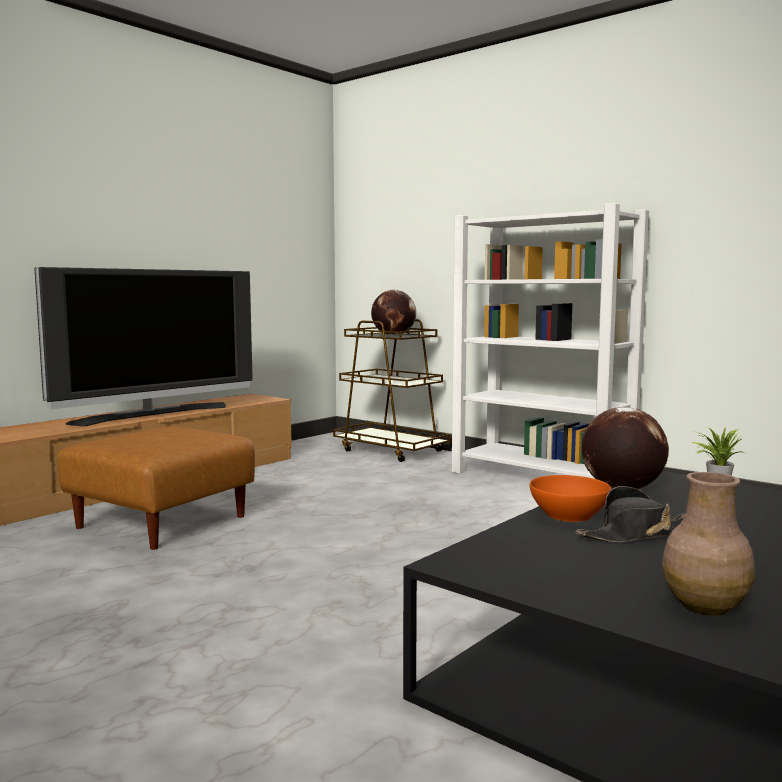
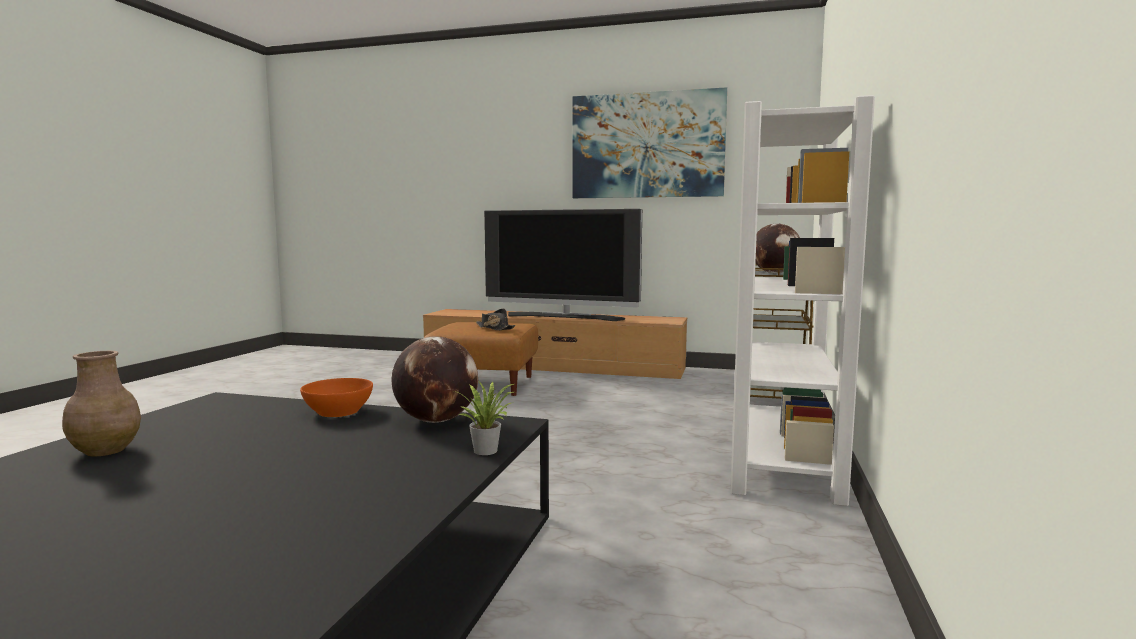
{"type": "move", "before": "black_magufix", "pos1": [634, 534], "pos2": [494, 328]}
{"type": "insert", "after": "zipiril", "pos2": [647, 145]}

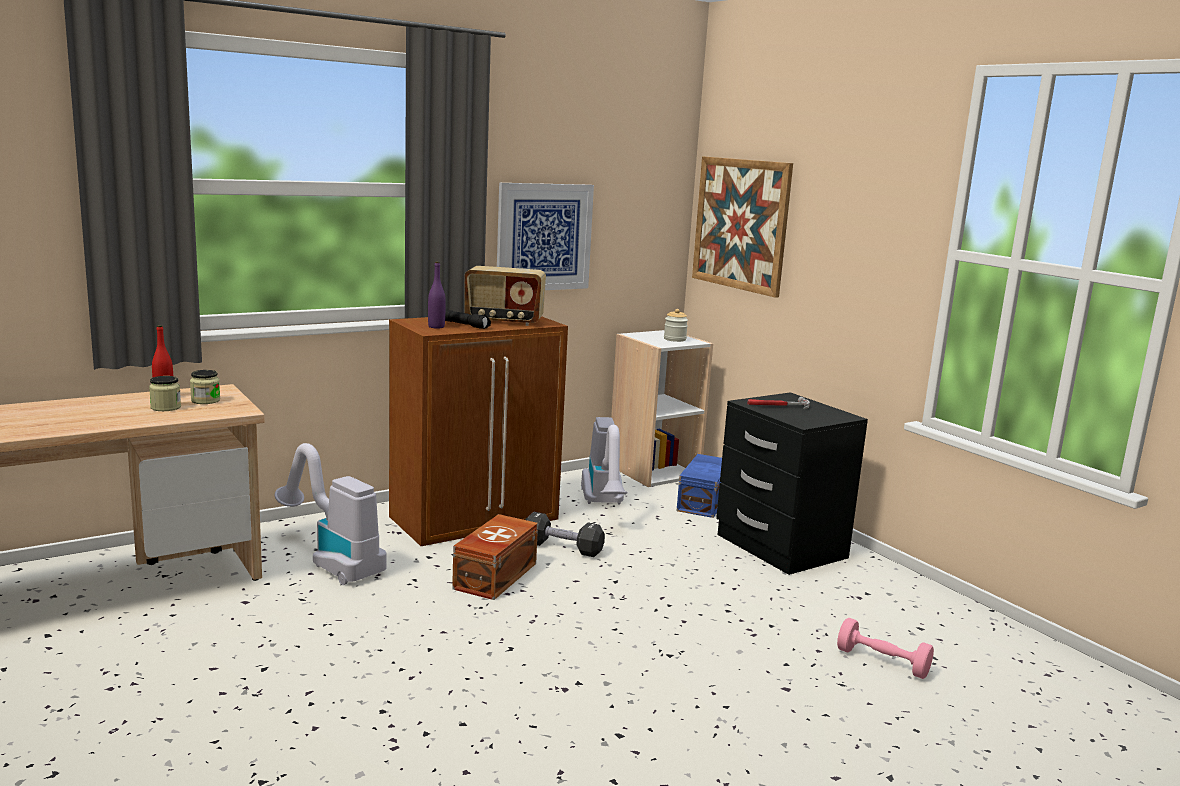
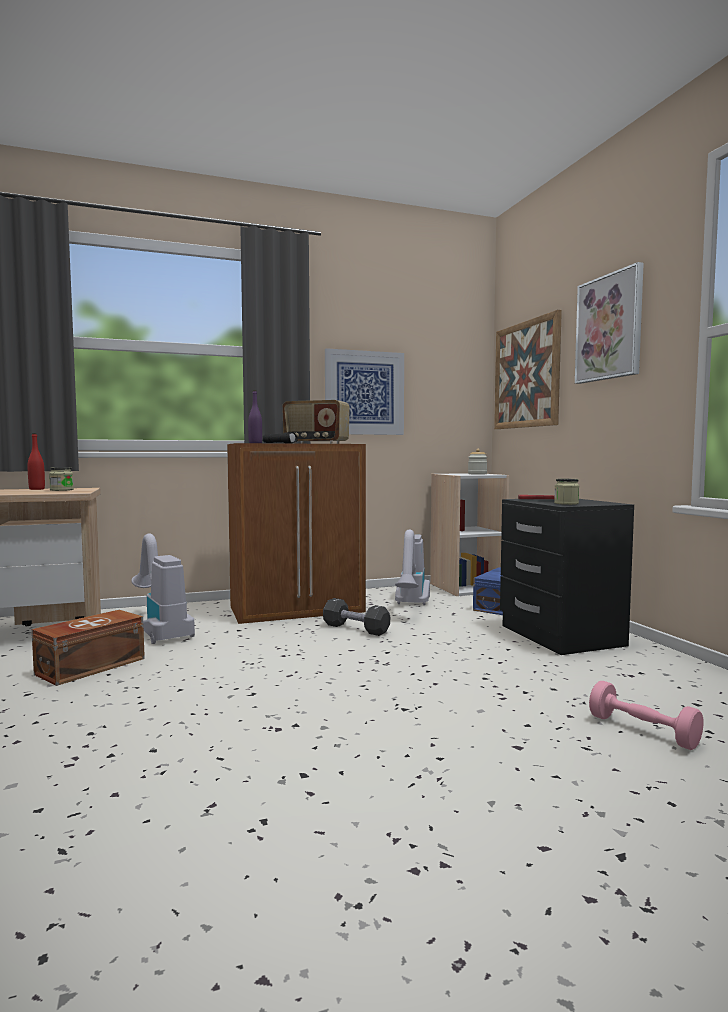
{"type": "move", "before": "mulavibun", "pos1": [165, 407], "pos2": [566, 503]}
{"type": "move", "before": "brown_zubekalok", "pos1": [493, 576], "pos2": [89, 666]}
{"type": "insert", "after": "zipiril", "pos2": [609, 327]}

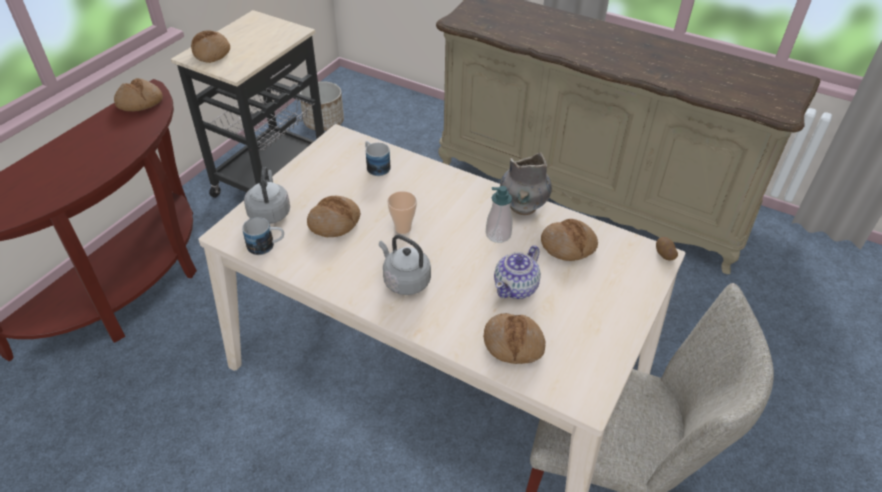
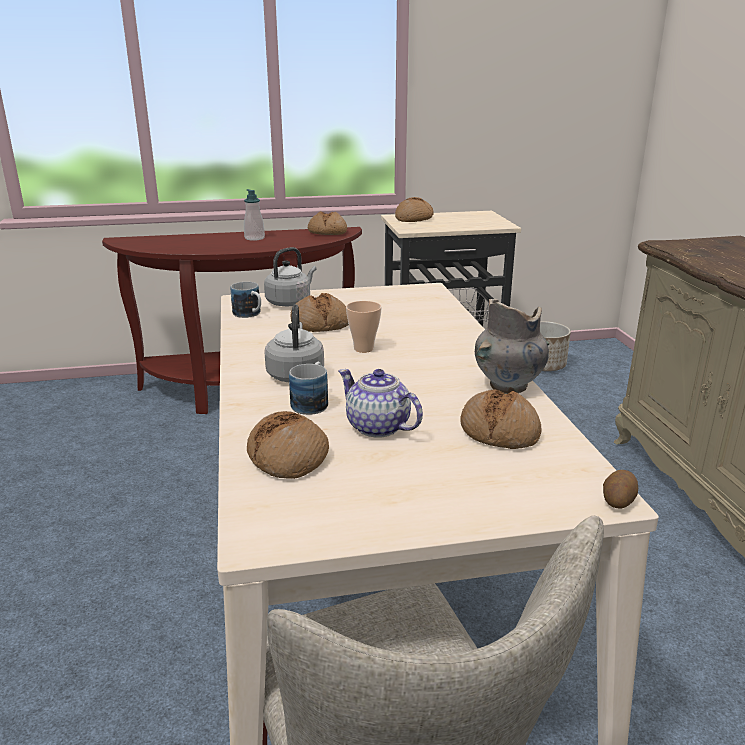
{"type": "move", "before": "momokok", "pos1": [375, 166], "pos2": [312, 402]}
{"type": "move", "before": "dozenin", "pos1": [498, 235], "pos2": [254, 238]}
{"type": "rotate", "before": "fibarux", "pos1": [516, 287], "pos2": [378, 427], "turn": 45}

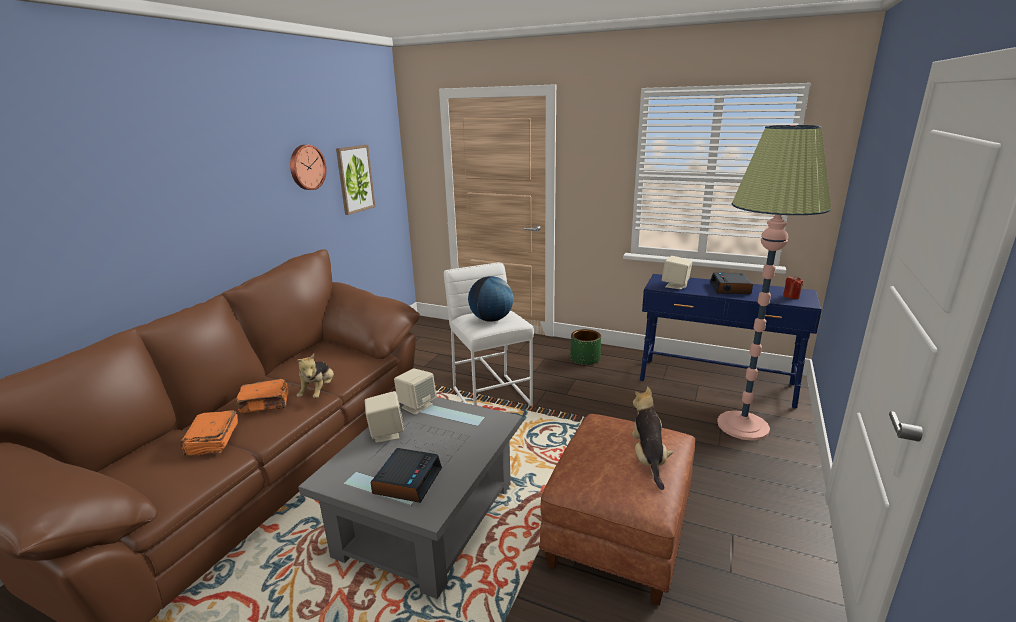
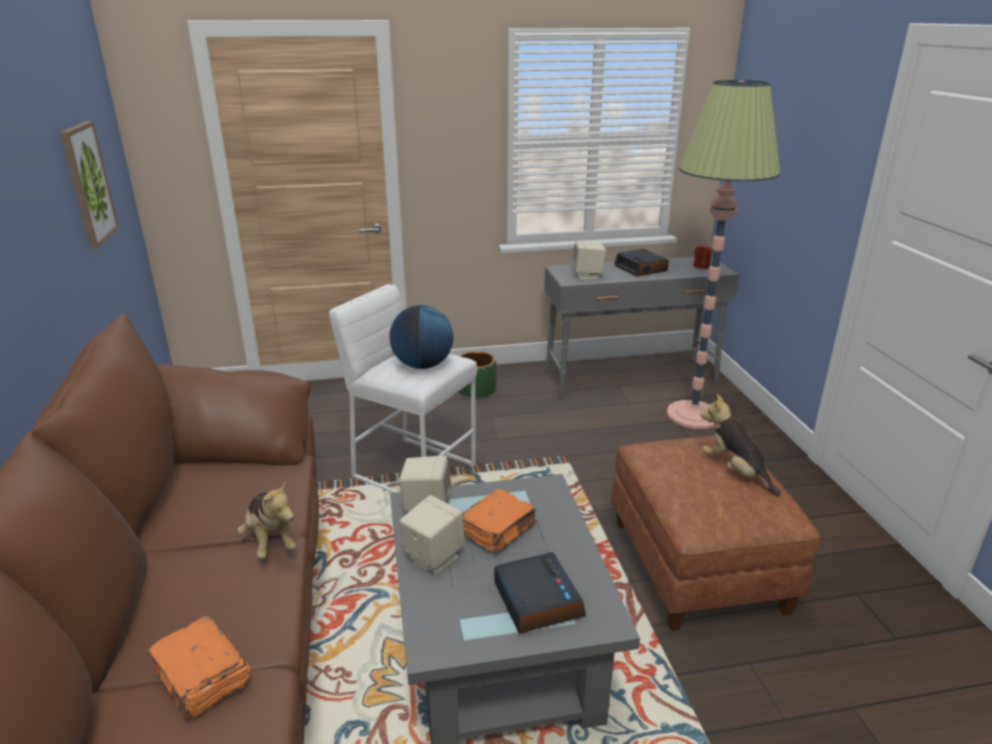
{"type": "move", "before": "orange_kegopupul", "pos1": [265, 404], "pos2": [498, 530]}
{"type": "delete", "before": "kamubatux", "pos1": [306, 167]}
{"type": "recolor", "before": "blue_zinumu", "after": "grey_zinumu", "pos1": [715, 383], "pos2": [631, 378]}

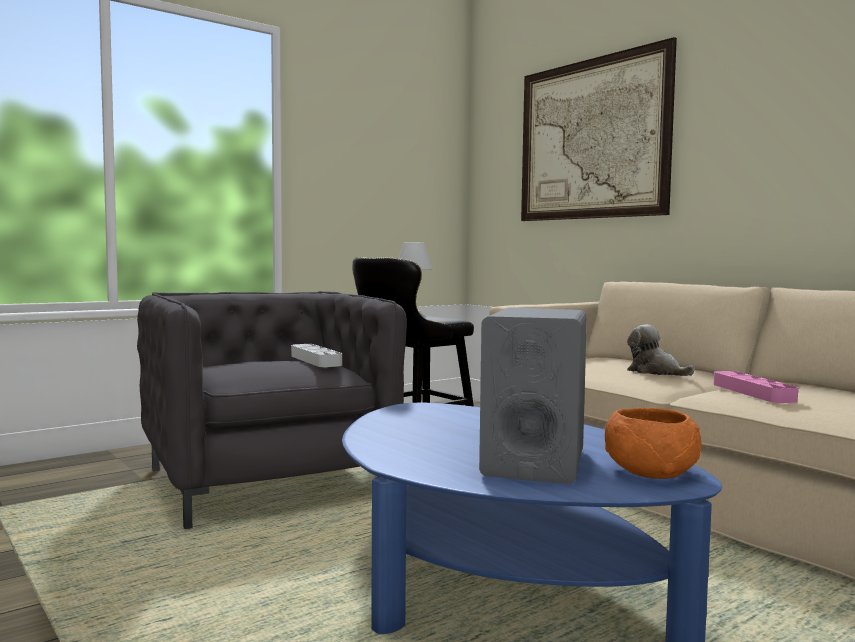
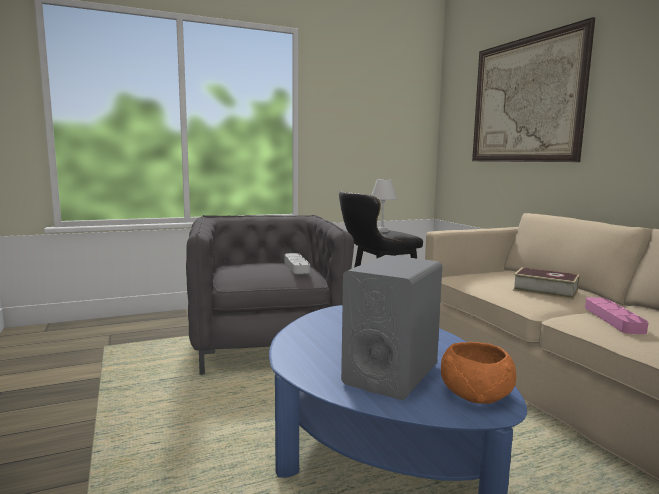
{"type": "replace", "before": "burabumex", "after": "kegopupul", "pos1": [655, 372], "pos2": [545, 290]}

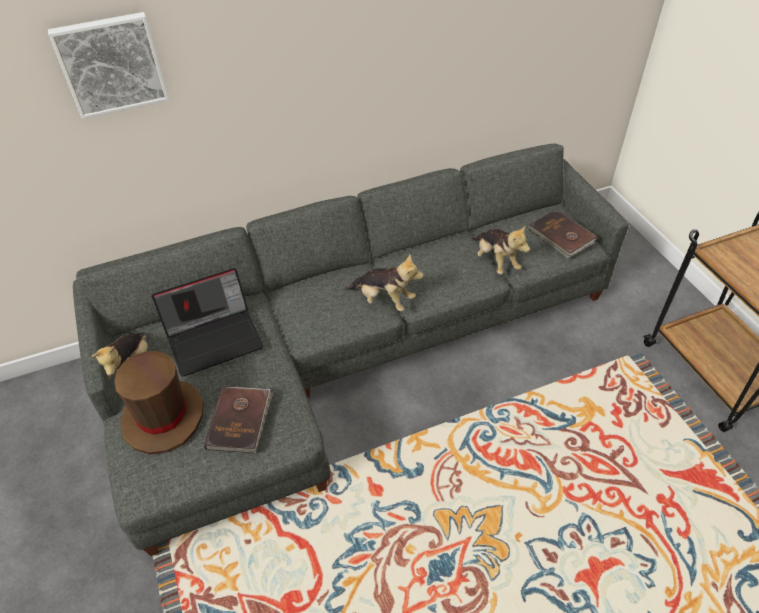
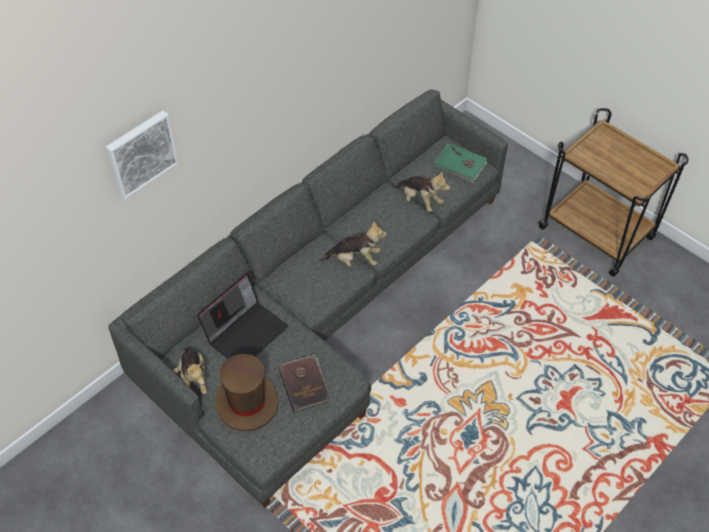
{"type": "recolor", "before": "brown_kegopupul", "after": "green_kegopupul", "pos1": [561, 236], "pos2": [460, 165]}

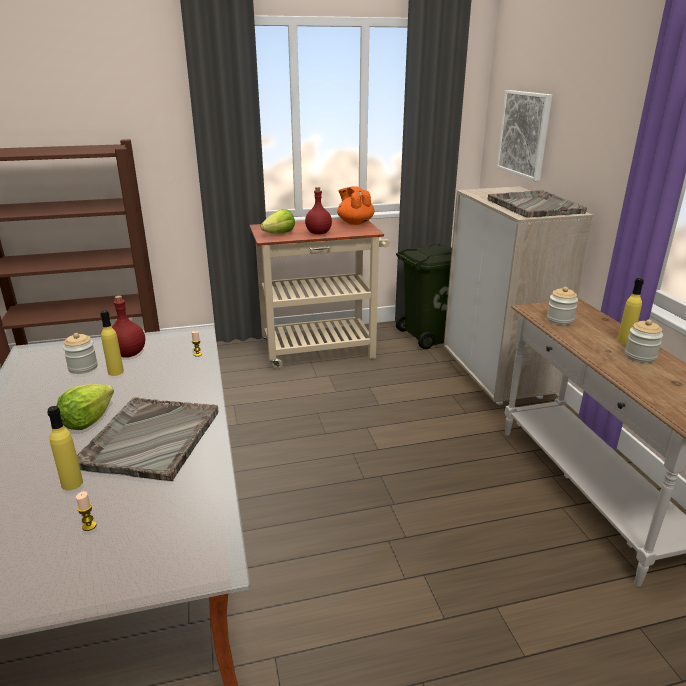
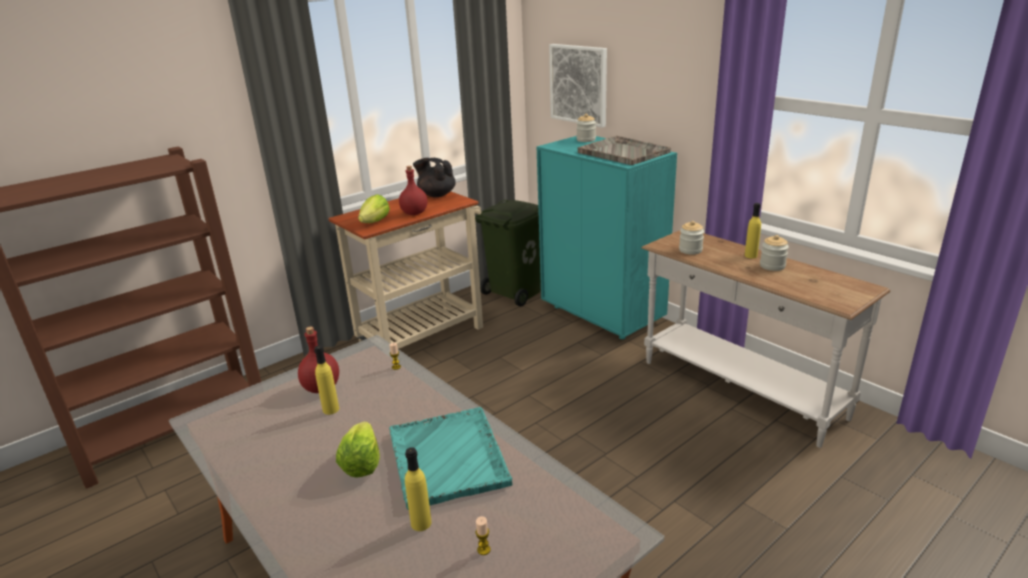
{"type": "move", "before": "mulavibun", "pos1": [83, 367], "pos2": [586, 140]}
{"type": "recolor", "before": "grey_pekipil", "after": "turquoise_pekipil", "pos1": [150, 439], "pos2": [448, 459]}
{"type": "recolor", "before": "orange_fibarux", "after": "black_fibarux", "pos1": [355, 223], "pos2": [436, 195]}
{"type": "recolor", "before": "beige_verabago", "after": "turquoise_verabago", "pos1": [497, 376], "pos2": [602, 314]}

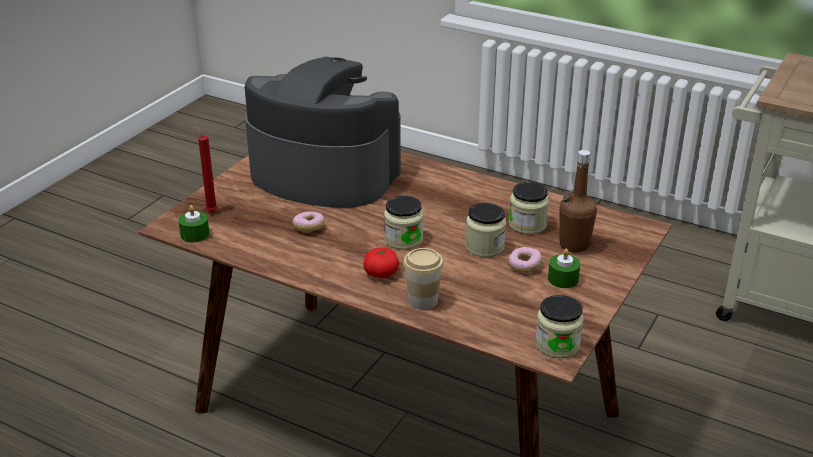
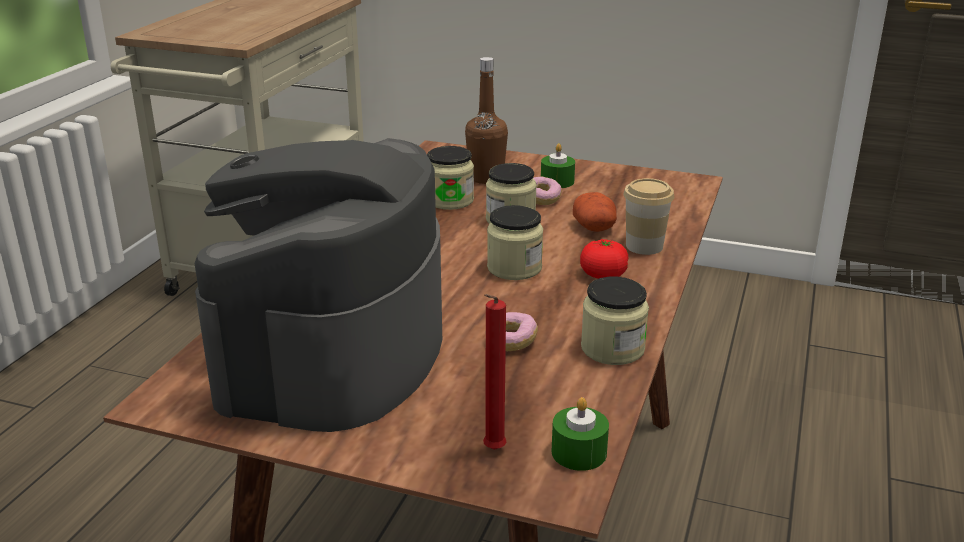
{"type": "move", "before": "mulavibun", "pos1": [557, 345], "pos2": [612, 349]}
{"type": "insert", "after": "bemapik", "pos2": [595, 228]}

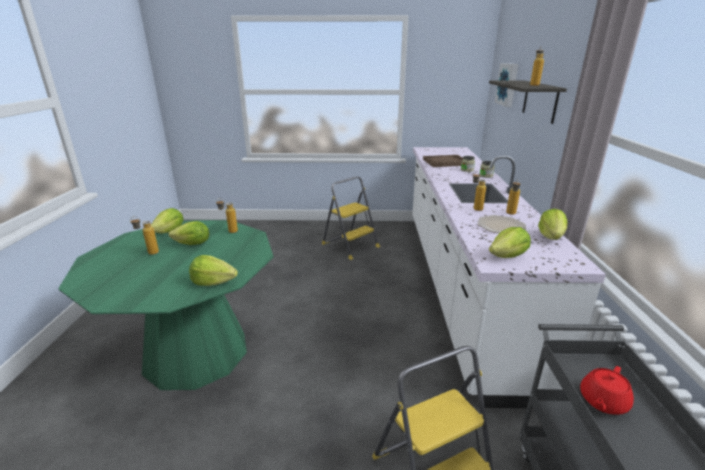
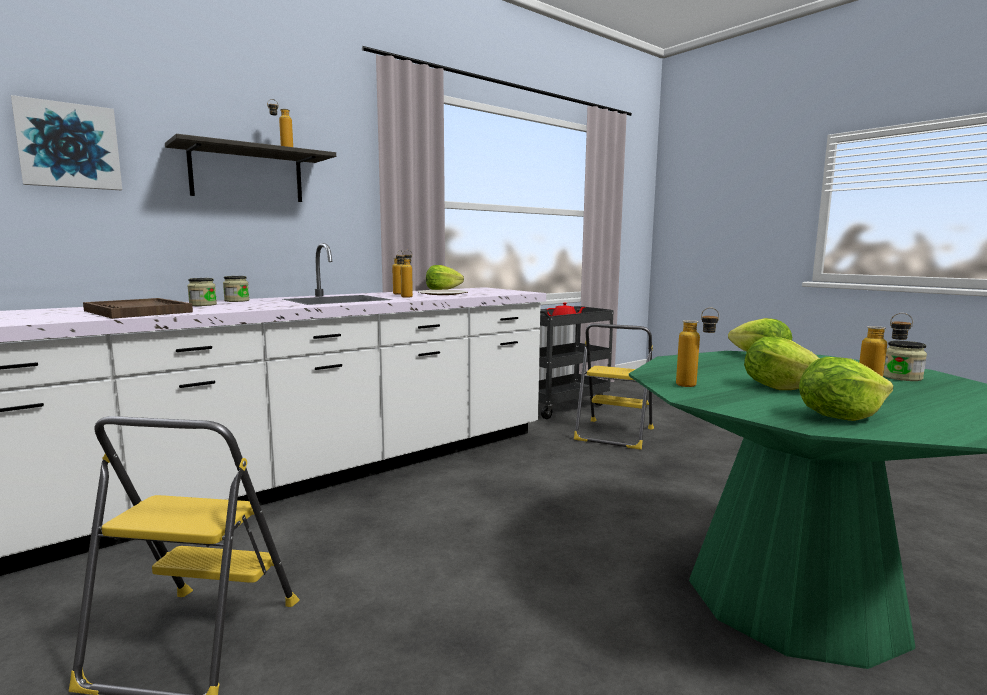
{"type": "delete", "before": "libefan", "pos1": [508, 256]}
{"type": "insert", "after": "mulavibun", "pos2": [902, 377]}

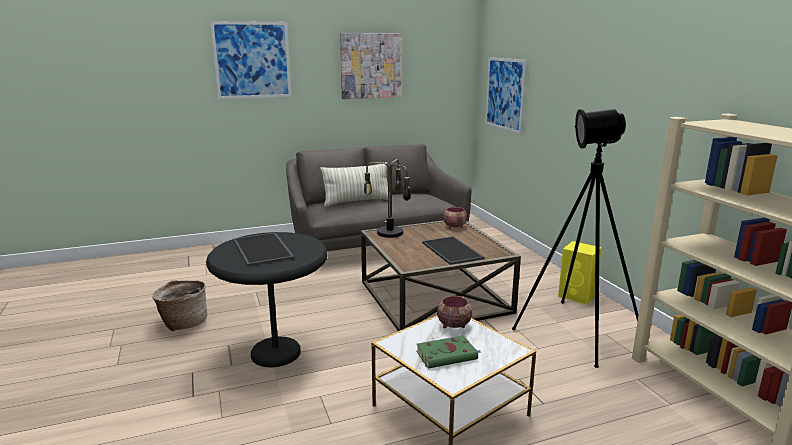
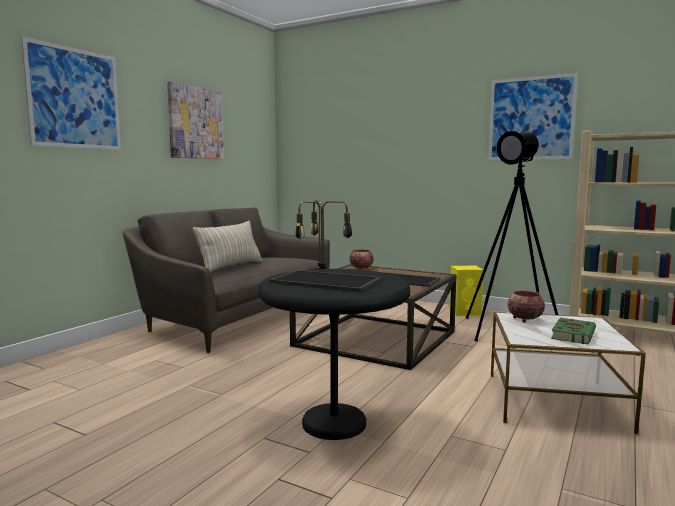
{"type": "delete", "before": "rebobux", "pos1": [183, 323]}
{"type": "move", "before": "zipiril", "pos1": [505, 94], "pos2": [531, 118]}

